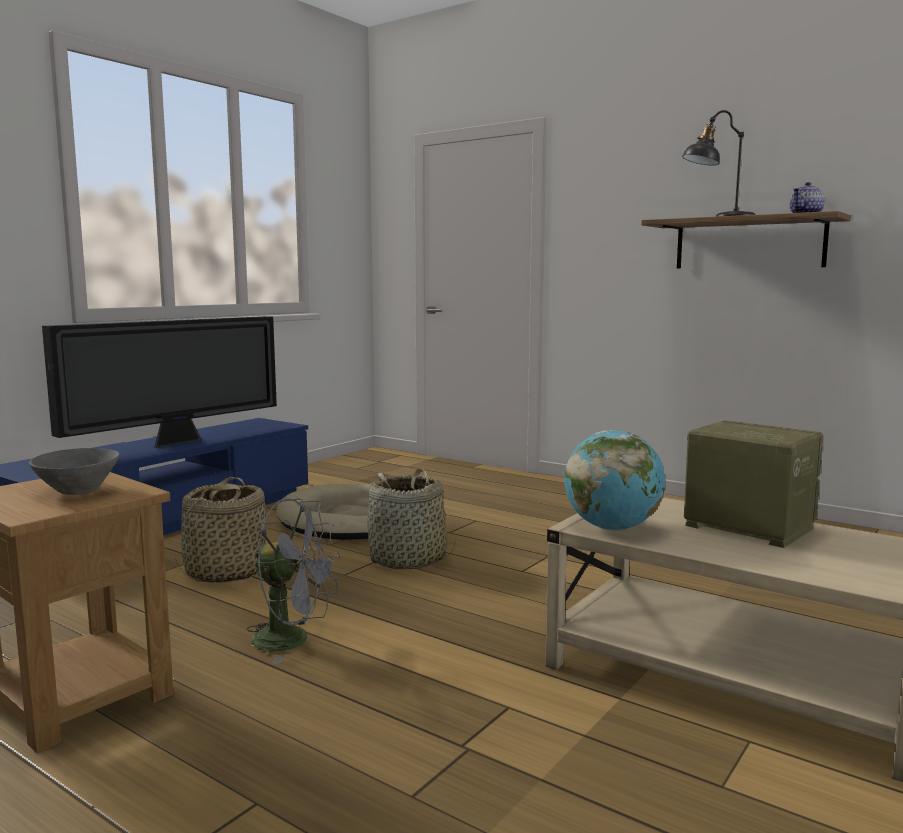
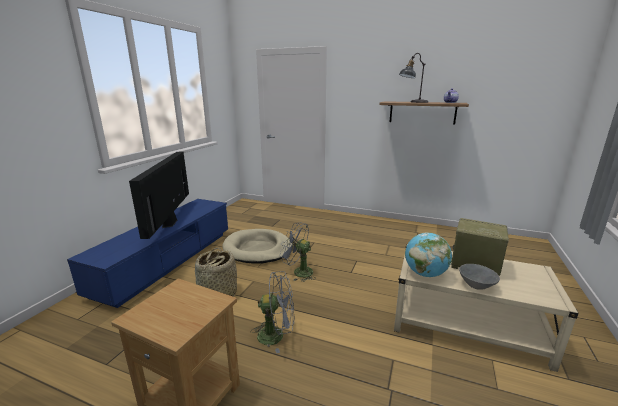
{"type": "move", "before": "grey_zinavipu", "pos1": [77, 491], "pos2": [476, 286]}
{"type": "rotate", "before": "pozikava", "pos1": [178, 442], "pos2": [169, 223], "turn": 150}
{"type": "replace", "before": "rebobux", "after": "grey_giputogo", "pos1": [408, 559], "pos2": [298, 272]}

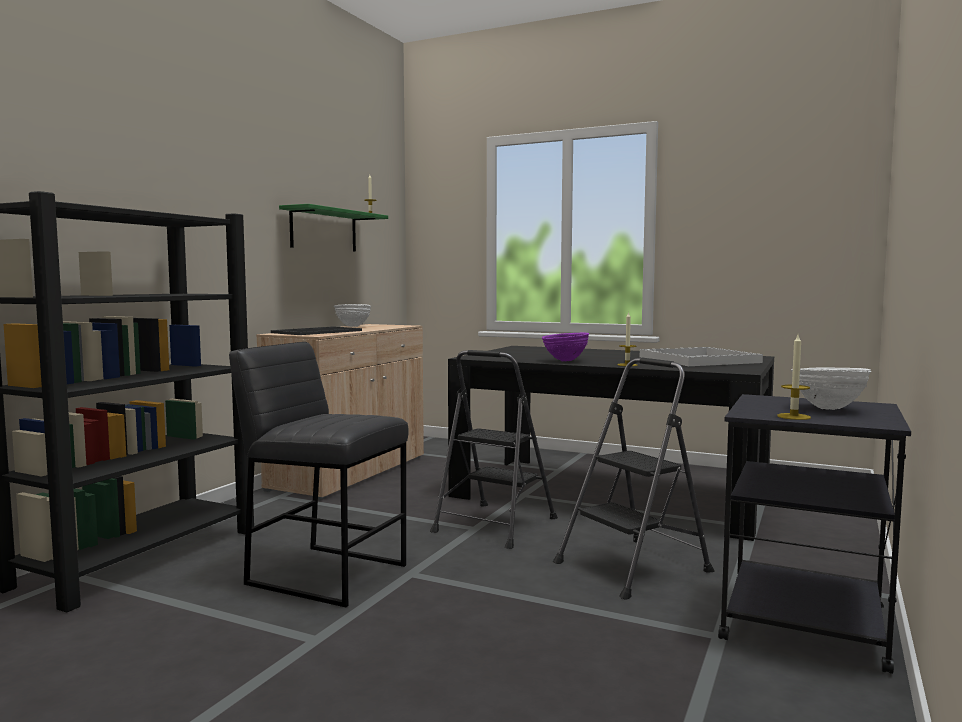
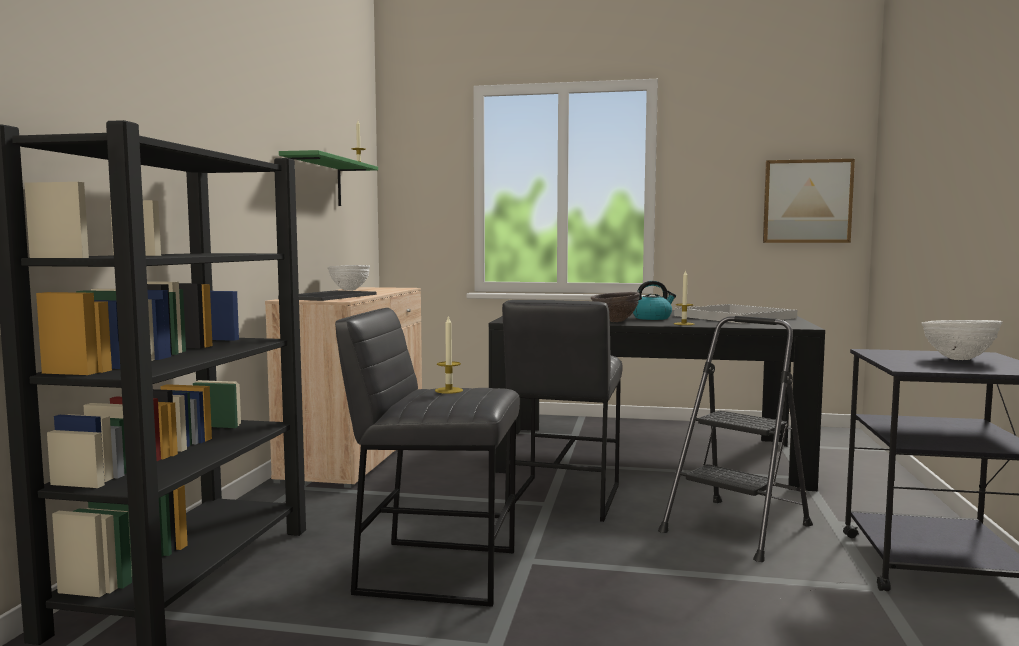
{"type": "replace", "before": "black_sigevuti", "after": "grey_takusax", "pos1": [493, 525], "pos2": [563, 498]}
{"type": "recolor", "before": "purple_zinavipu", "after": "brown_zinavipu", "pos1": [565, 361], "pos2": [615, 322]}
{"type": "move", "before": "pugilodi", "pos1": [794, 416], "pos2": [449, 390]}
{"type": "insert", "after": "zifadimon", "pos2": [652, 318]}
{"type": "insert", "after": "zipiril", "pos2": [807, 201]}

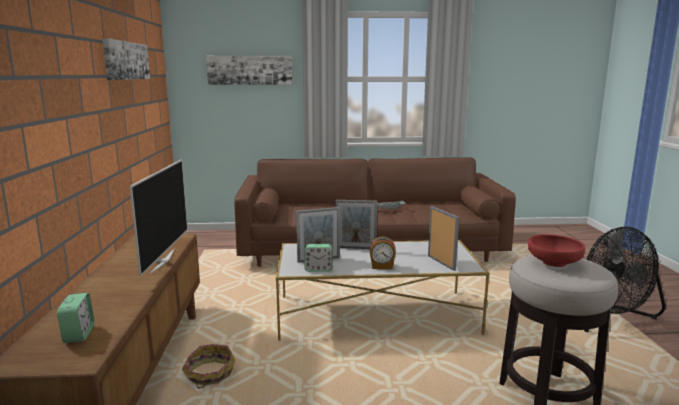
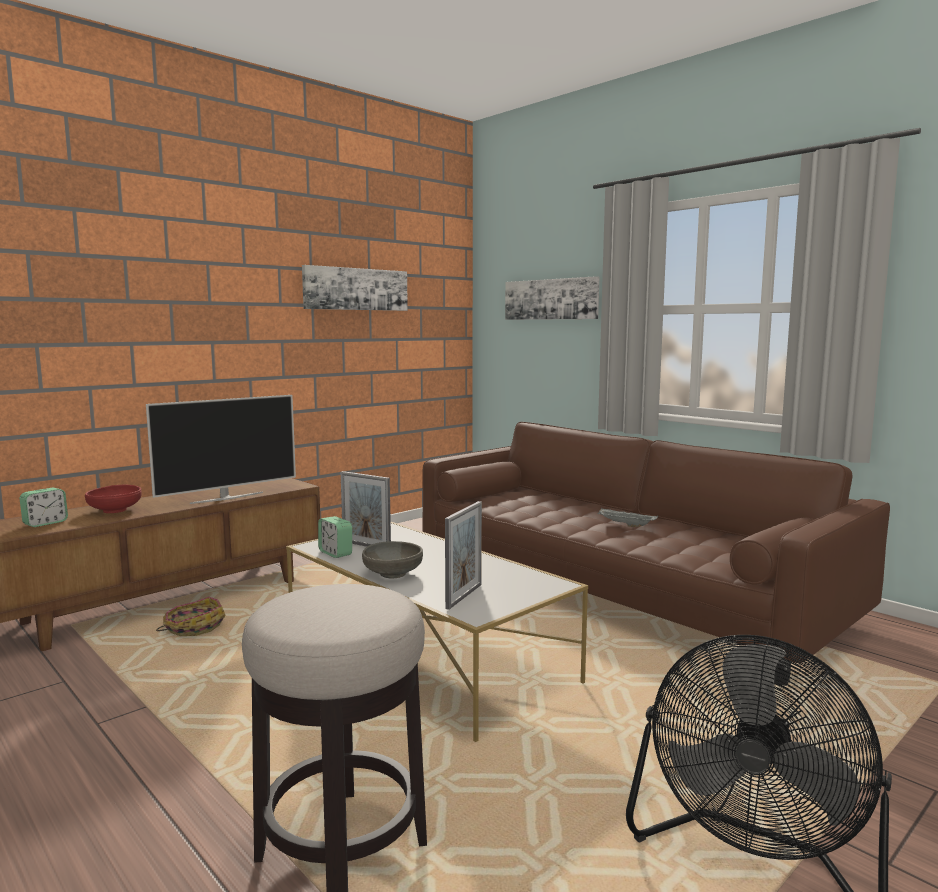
{"type": "delete", "before": "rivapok", "pos1": [355, 248]}
{"type": "replace", "before": "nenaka", "after": "grey_zinavipu", "pos1": [382, 266], "pos2": [393, 574]}
{"type": "move", "before": "red_zinavipu", "pos1": [554, 262], "pos2": [115, 510]}

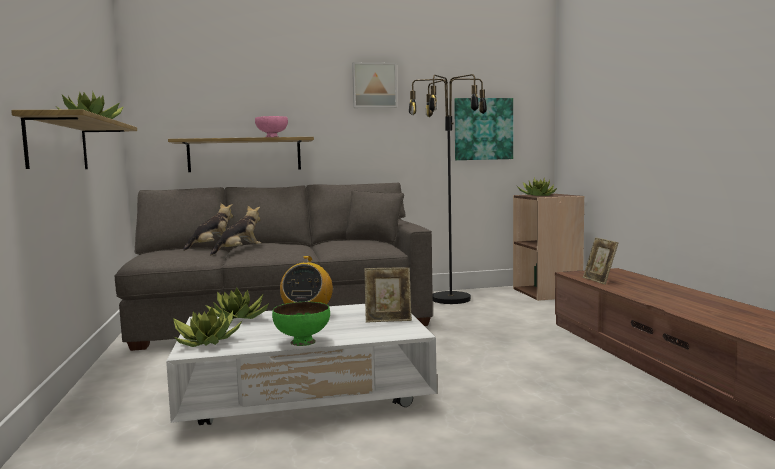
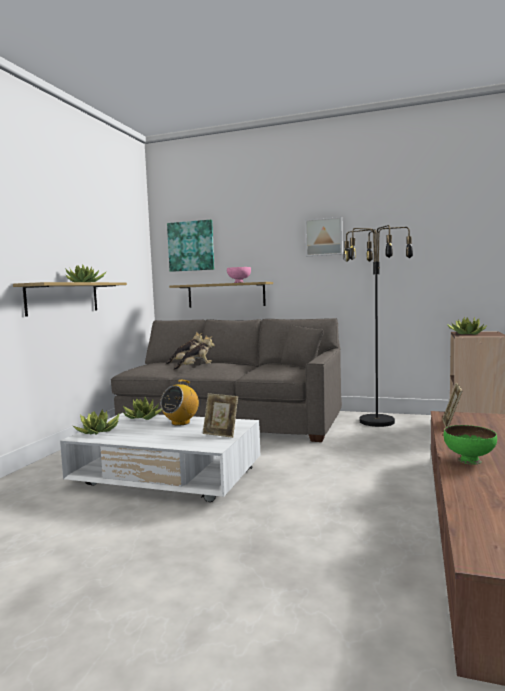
{"type": "move", "before": "green_zinavipu", "pos1": [302, 342], "pos2": [468, 460]}
{"type": "move", "before": "zipiril", "pos1": [483, 129], "pos2": [191, 246]}

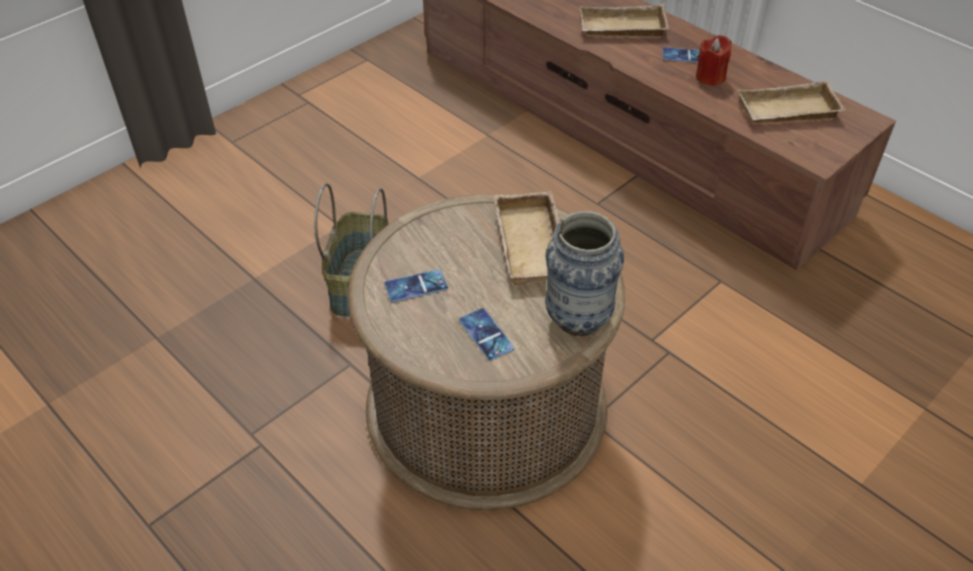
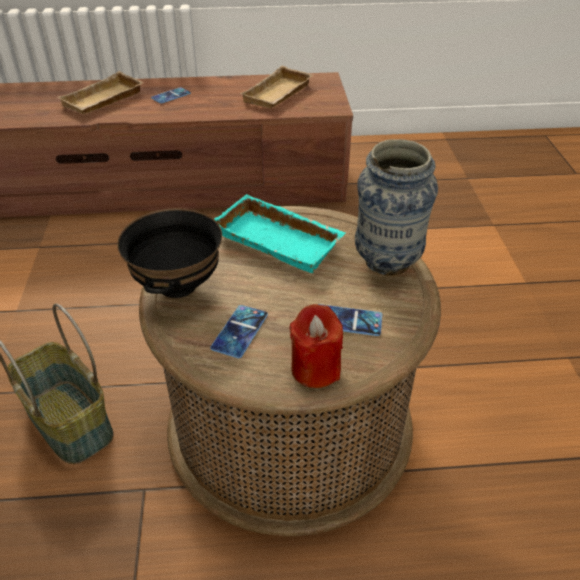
{"type": "recolor", "before": "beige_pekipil", "after": "turquoise_pekipil", "pos1": [535, 245], "pos2": [281, 239]}
{"type": "move", "before": "red_pugilodi", "pos1": [710, 77], "pos2": [315, 369]}
{"type": "insert", "after": "black_zinavipu", "pos2": [179, 286]}

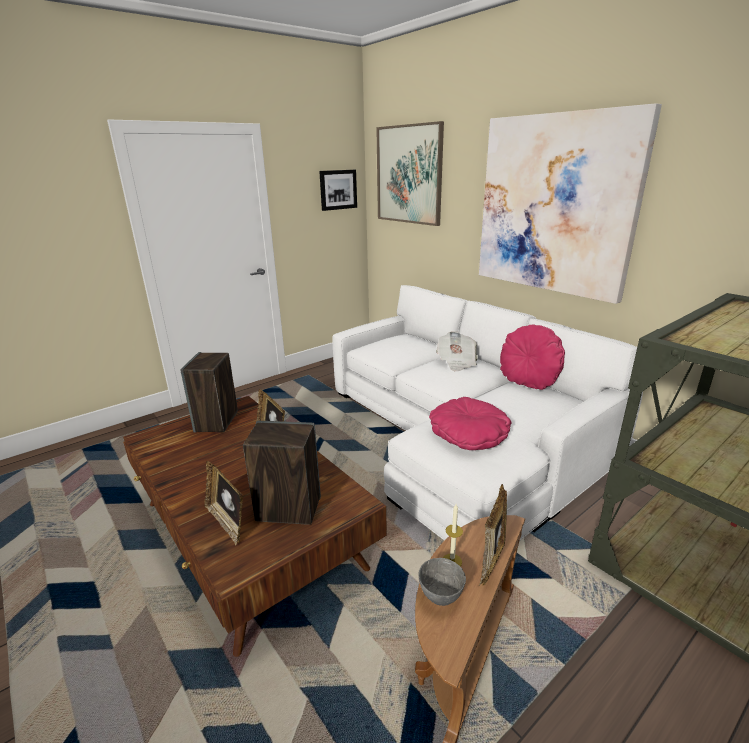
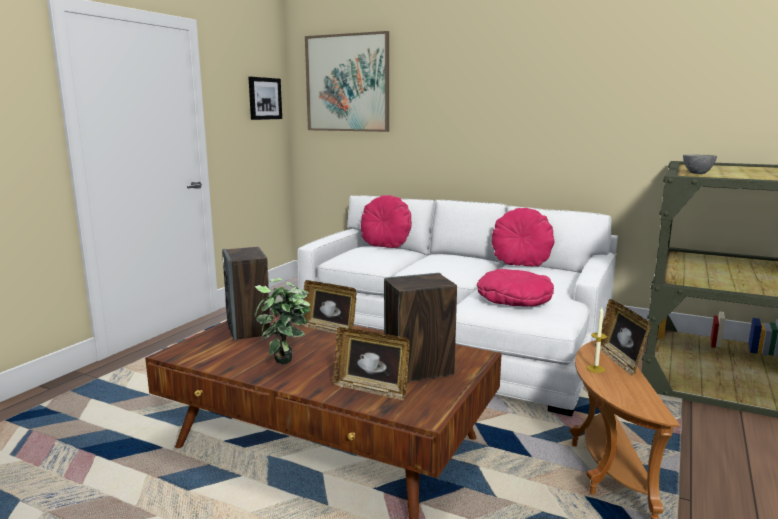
{"type": "move", "before": "grey_zinavipu", "pos1": [439, 596], "pos2": [697, 173]}
{"type": "delete", "before": "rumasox", "pos1": [456, 362]}
{"type": "delete", "before": "zipiril", "pos1": [555, 205]}
{"type": "insert", "after": "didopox", "pos2": [286, 366]}
{"type": "insert", "after": "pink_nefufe", "pos2": [386, 246]}

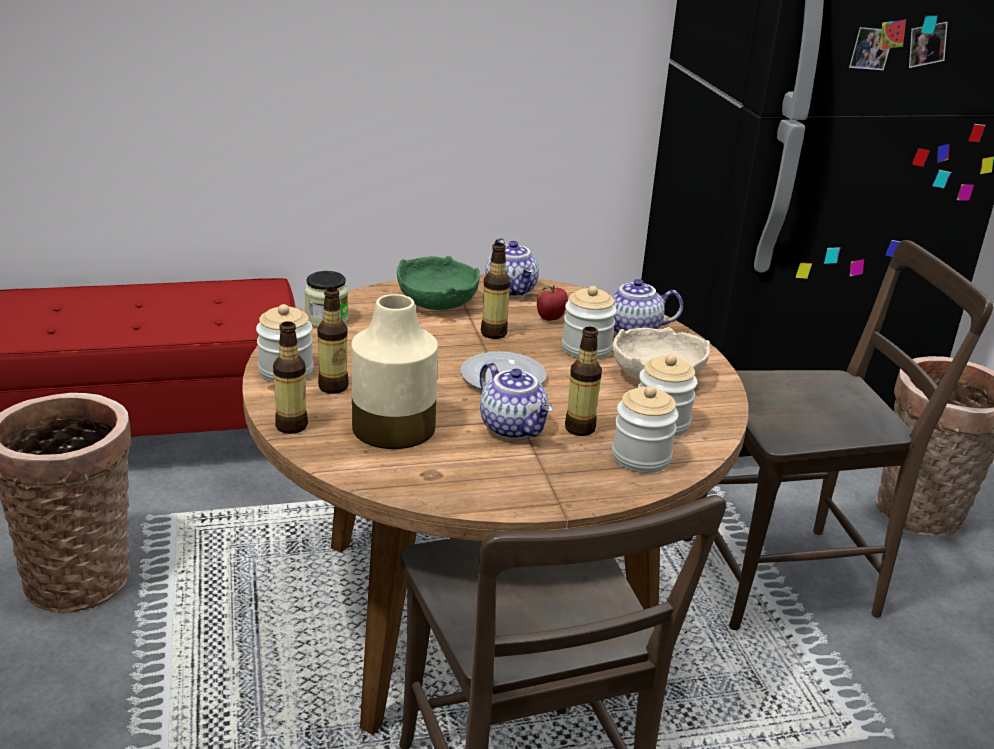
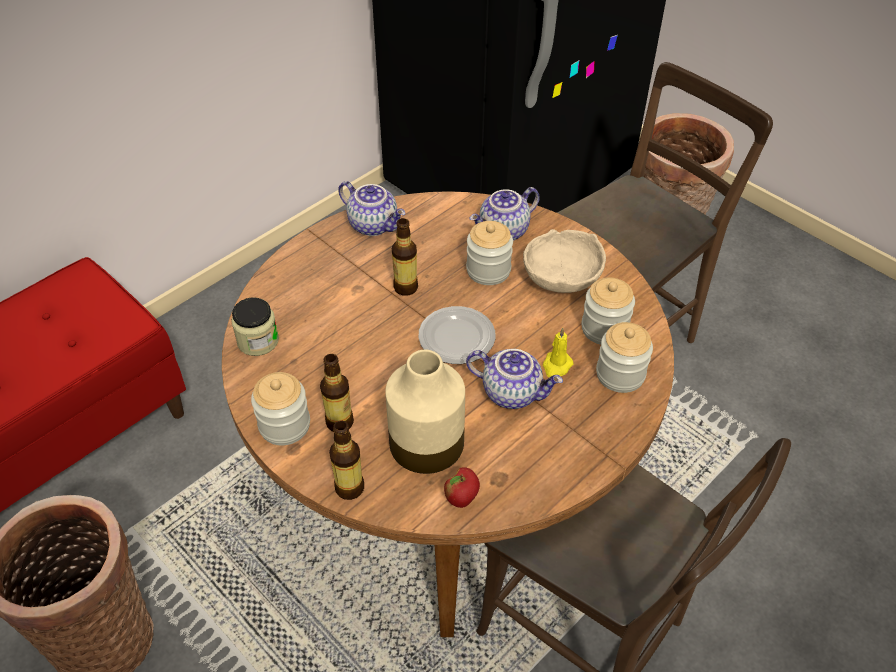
{"type": "delete", "before": "green_zinavipu", "pos1": [437, 303]}
{"type": "move", "before": "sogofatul", "pos1": [550, 319], "pos2": [461, 499]}
{"type": "replace", "before": "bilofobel", "after": "yellow_pugilodi", "pos1": [579, 428], "pos2": [556, 366]}

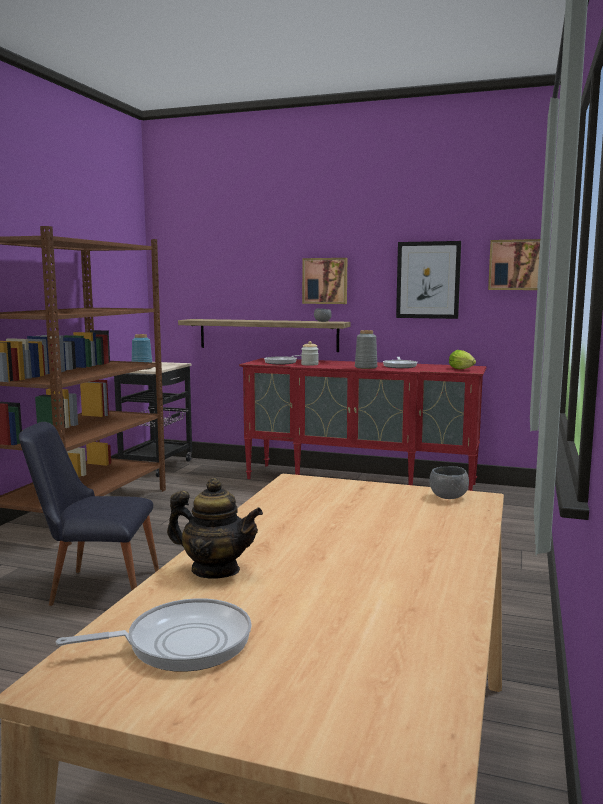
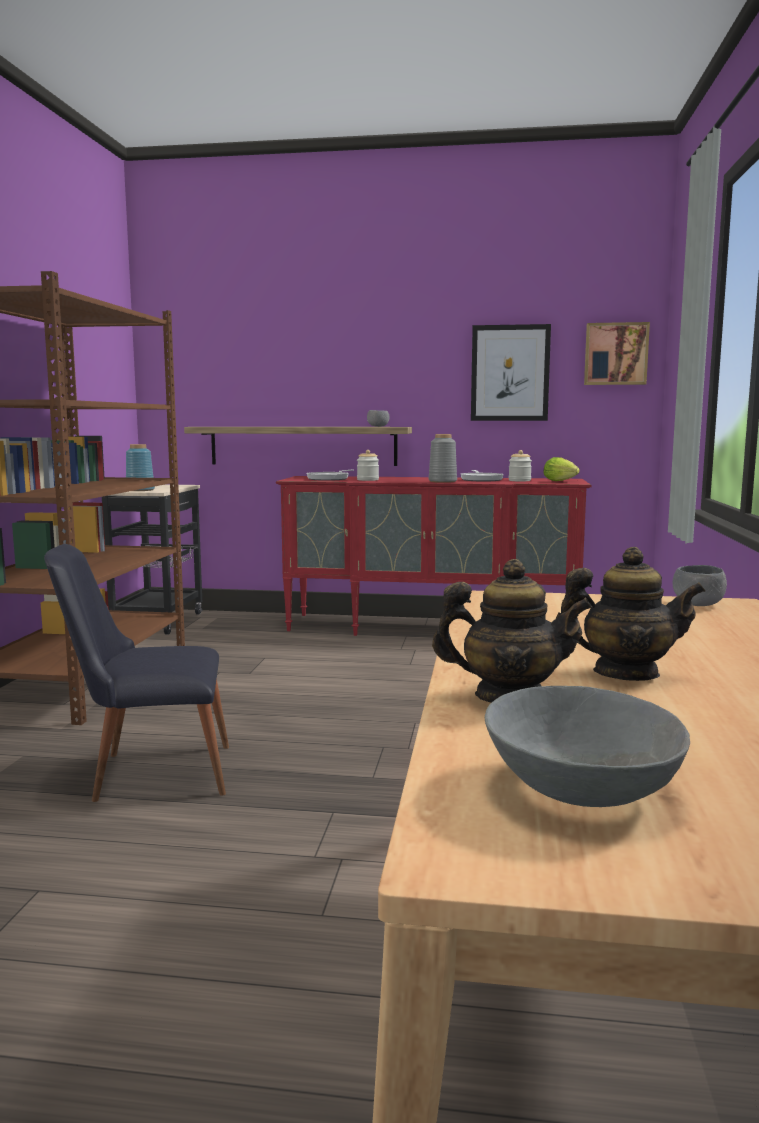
{"type": "replace", "before": "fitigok", "after": "grey_zinavipu", "pos1": [181, 643], "pos2": [579, 788]}
{"type": "delete", "before": "zipiril", "pos1": [325, 281]}
{"type": "insert", "after": "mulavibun", "pos2": [519, 480]}
{"type": "insert", "after": "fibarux", "pos2": [625, 674]}

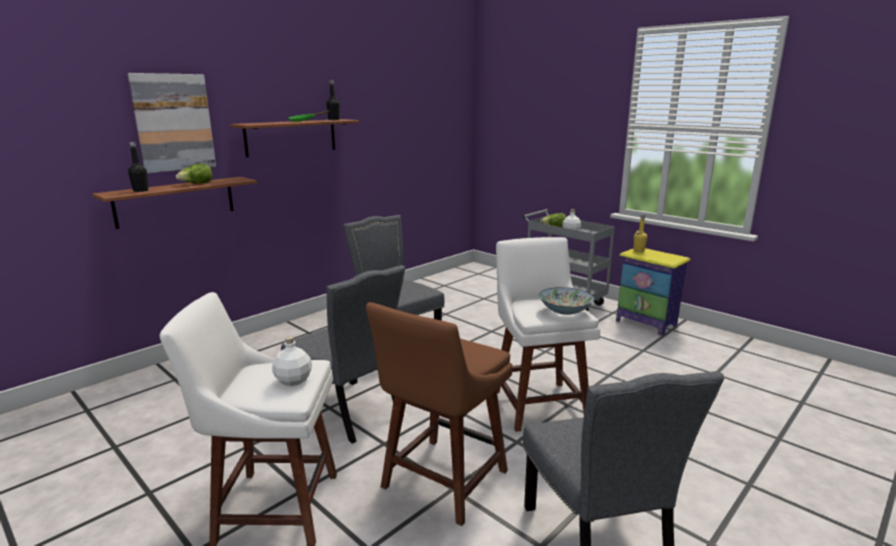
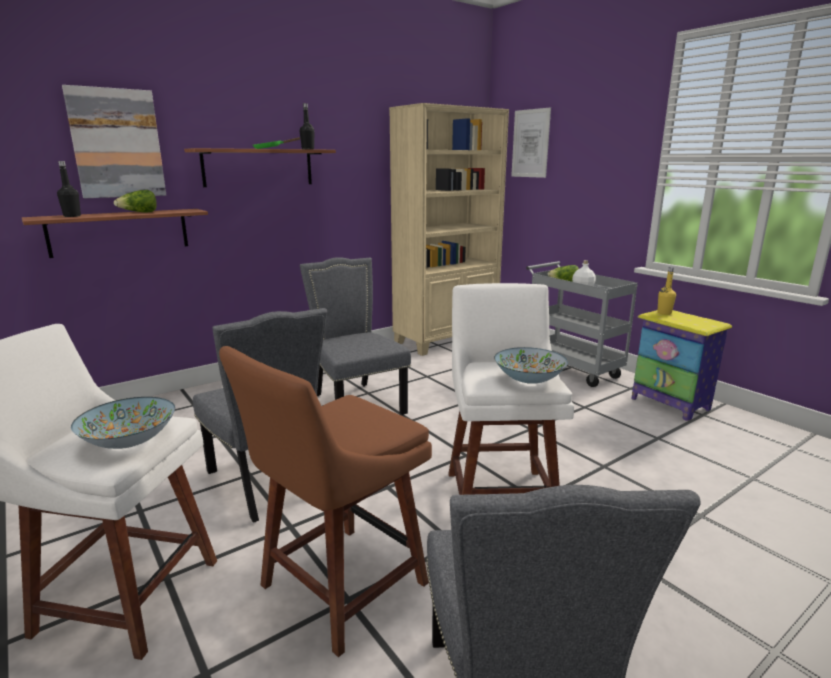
{"type": "replace", "before": "white_bilofobel", "after": "zinavipu", "pos1": [293, 380], "pos2": [129, 441]}
{"type": "insert", "after": "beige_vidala", "pos2": [446, 340]}
{"type": "insert", "after": "zipiril", "pos2": [530, 143]}

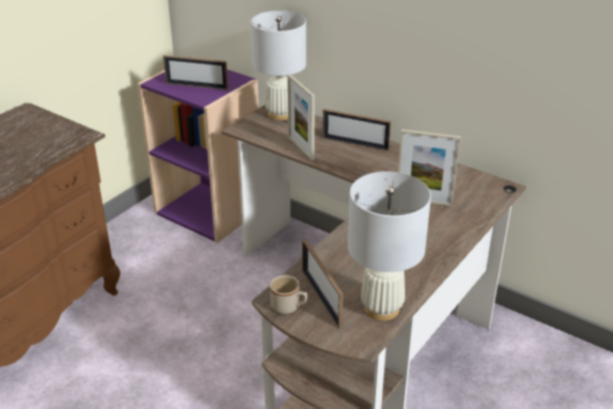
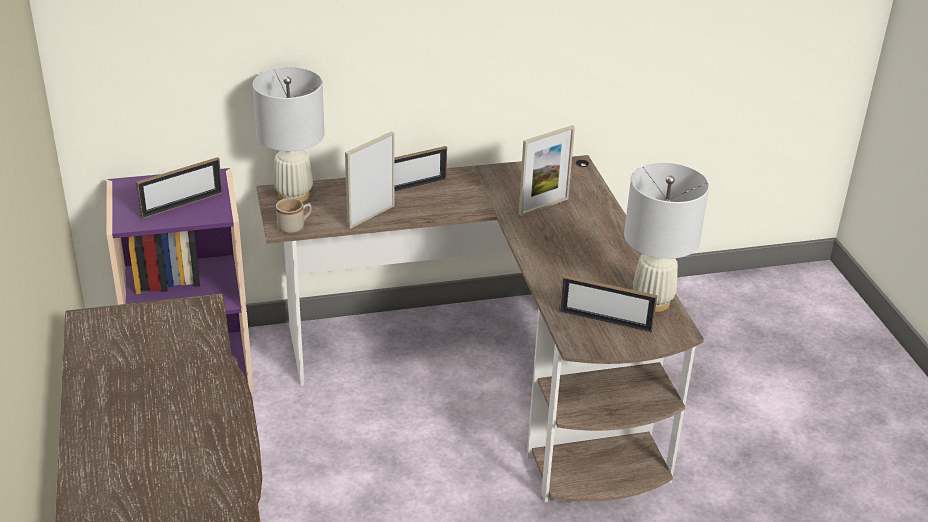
{"type": "move", "before": "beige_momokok", "pos1": [289, 307], "pos2": [295, 226]}
{"type": "rotate", "before": "rivapok", "pos1": [301, 148], "pos2": [371, 216], "turn": 120}

